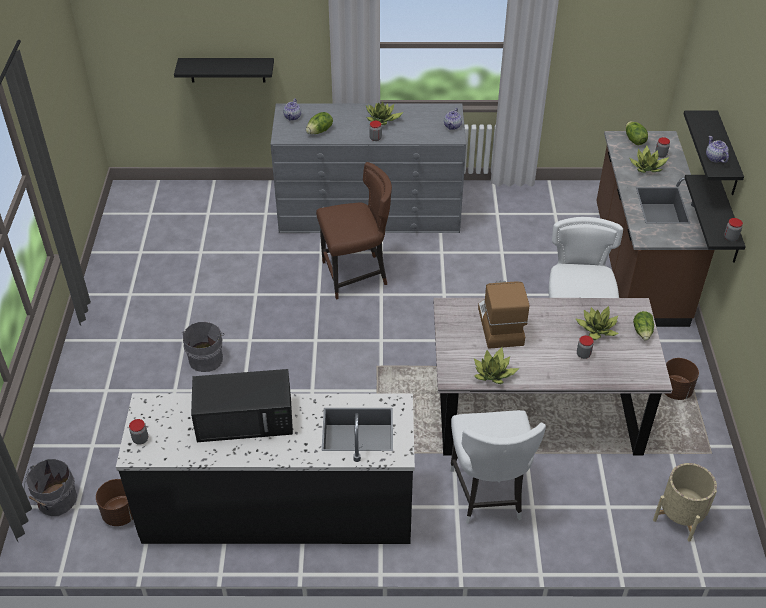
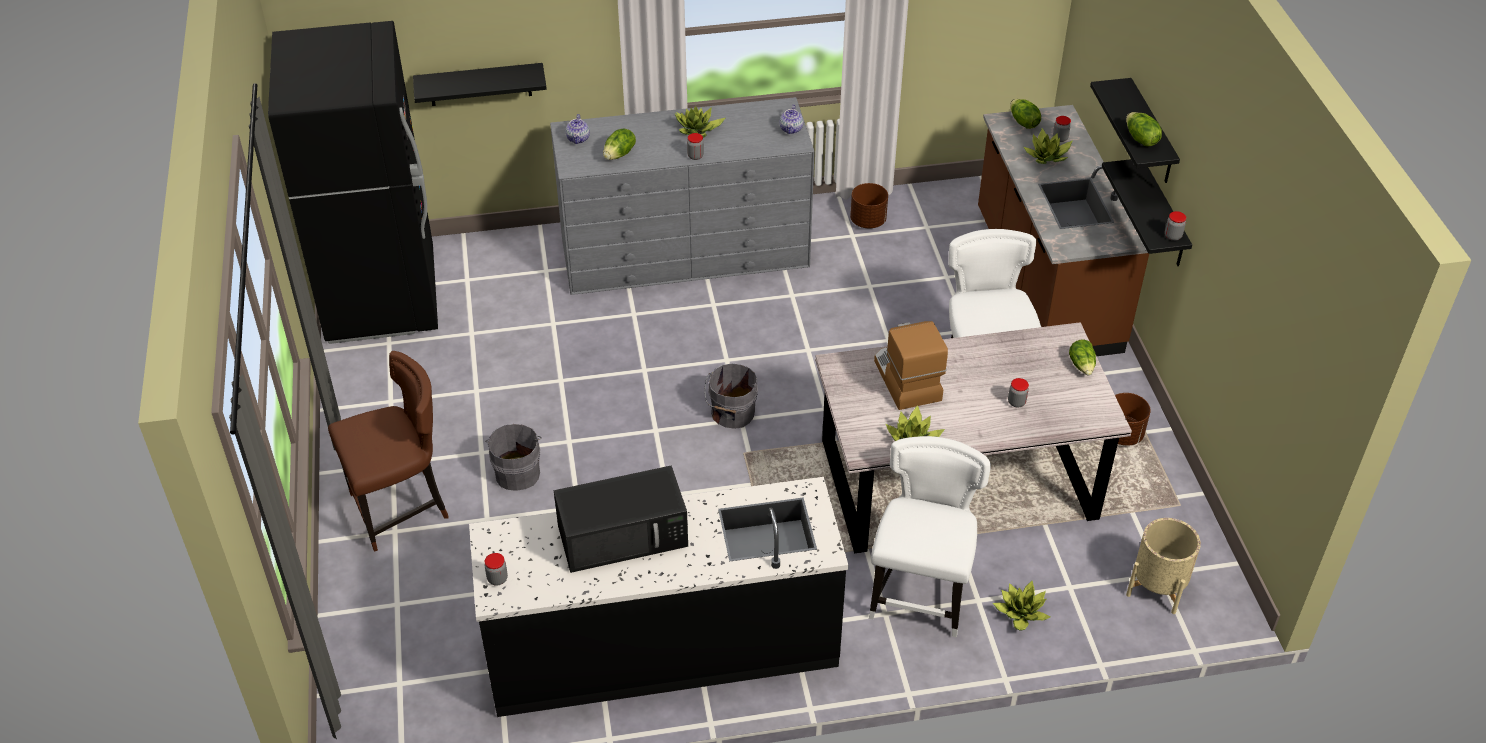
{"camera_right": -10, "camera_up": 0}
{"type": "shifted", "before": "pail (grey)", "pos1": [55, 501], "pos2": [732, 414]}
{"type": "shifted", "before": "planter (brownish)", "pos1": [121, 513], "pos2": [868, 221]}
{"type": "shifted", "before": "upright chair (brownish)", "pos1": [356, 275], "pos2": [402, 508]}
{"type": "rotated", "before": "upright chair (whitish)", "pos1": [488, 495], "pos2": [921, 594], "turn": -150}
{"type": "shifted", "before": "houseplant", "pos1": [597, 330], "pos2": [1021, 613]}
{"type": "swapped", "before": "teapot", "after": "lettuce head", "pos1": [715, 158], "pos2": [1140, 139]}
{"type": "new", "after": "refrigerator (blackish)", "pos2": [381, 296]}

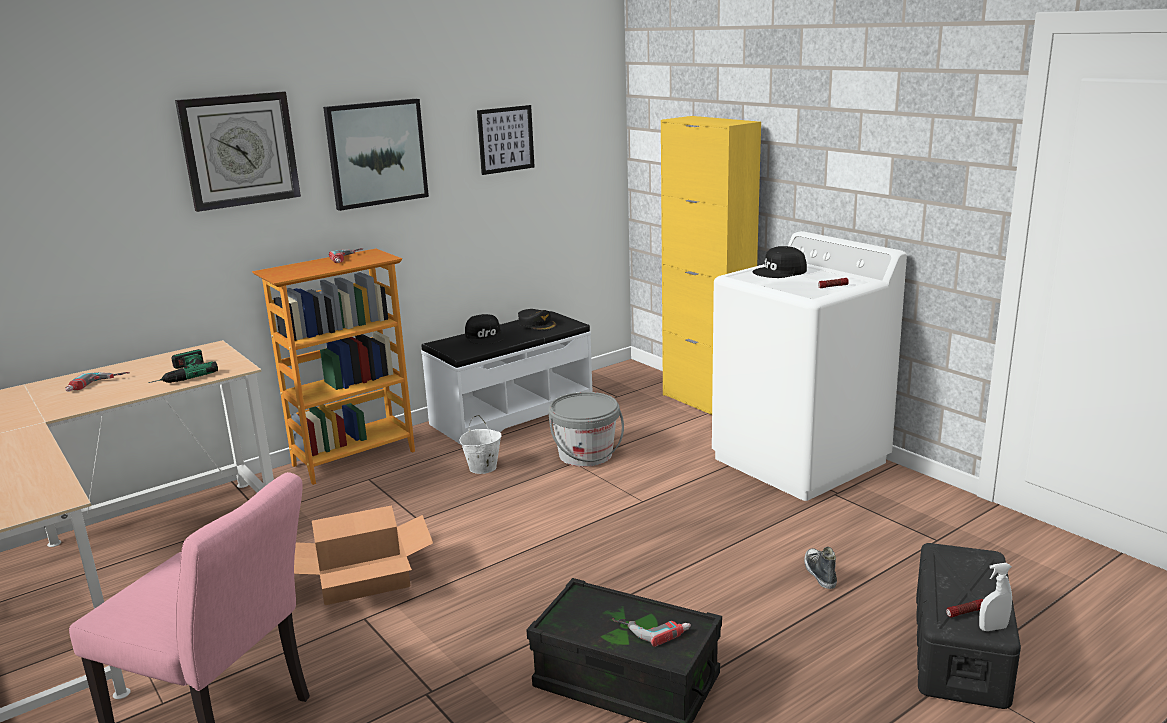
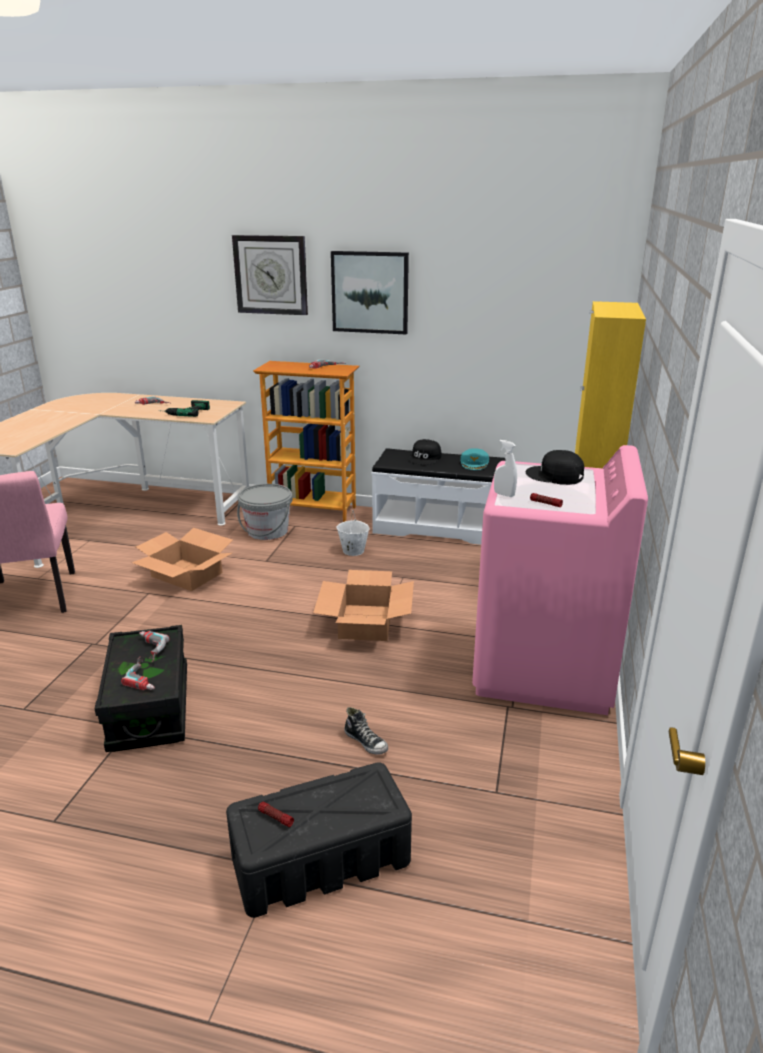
{"camera_right": 50, "camera_up": 5}
{"type": "gone", "before": "picture", "pos1": [505, 139]}
{"type": "repainted", "before": "cap (blackish)", "after": "cap (turquoise-coloured)", "pos1": [537, 324], "pos2": [474, 463]}
{"type": "shifted", "before": "pail (grey)", "pos1": [585, 455], "pos2": [267, 531]}
{"type": "repainted", "before": "washing machine (whitish)", "after": "washing machine (pink)", "pos1": [800, 460], "pos2": [544, 668]}
{"type": "rotated", "before": "item of footwear", "pos1": [819, 573], "pos2": [366, 742], "turn": 90}
{"type": "shifted", "before": "hand sprayer (whitish)", "pos1": [992, 628], "pos2": [504, 494]}
{"type": "new", "after": "power drill", "pos2": [147, 649]}
{"type": "new", "after": "carton", "pos2": [365, 622]}

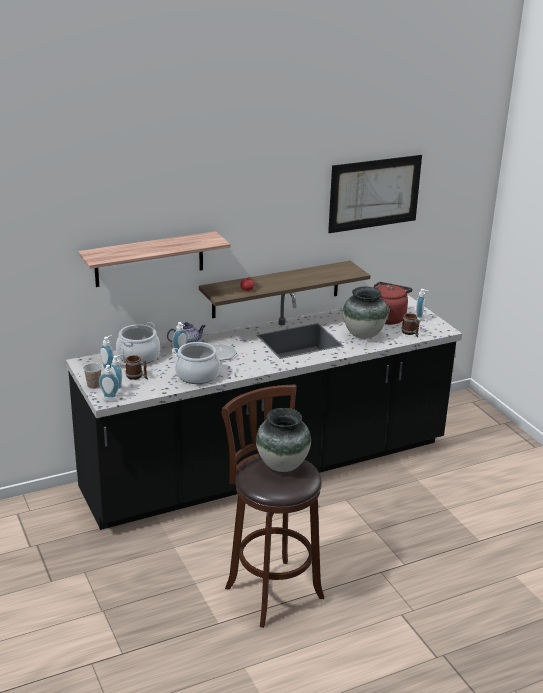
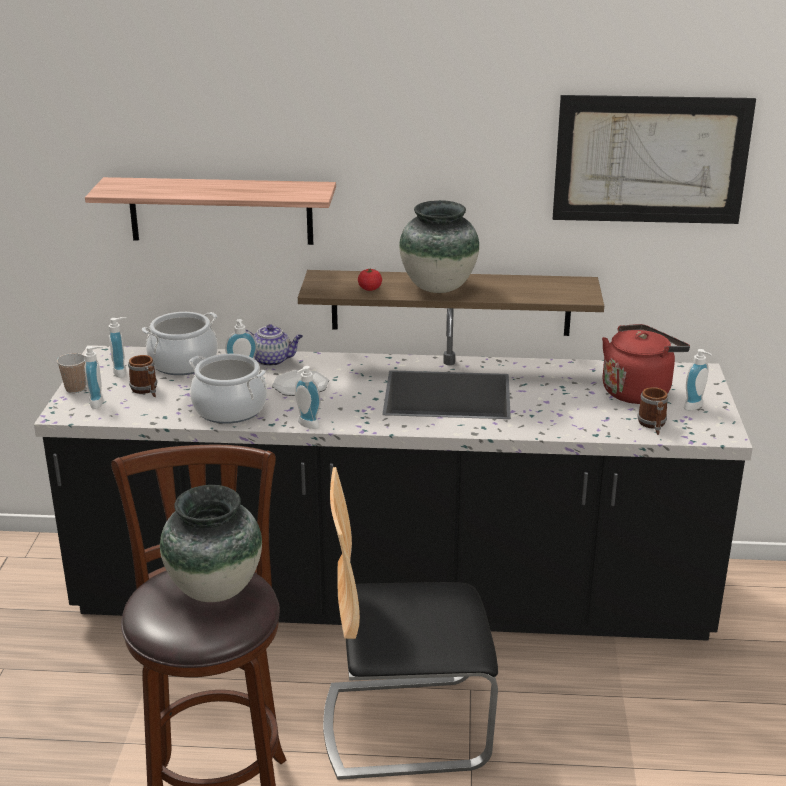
{"camera_right": 30, "camera_up": 0}
{"type": "shifted", "before": "soap dispenser", "pos1": [109, 401], "pos2": [306, 425]}
{"type": "shifted", "before": "flower vase", "pos1": [363, 334], "pos2": [438, 287]}
{"type": "new", "after": "upright chair", "pos2": [405, 725]}

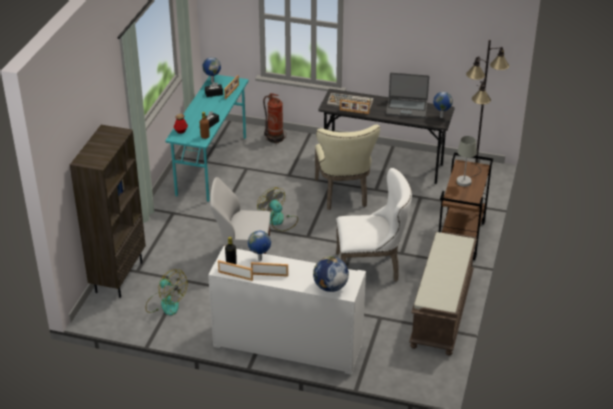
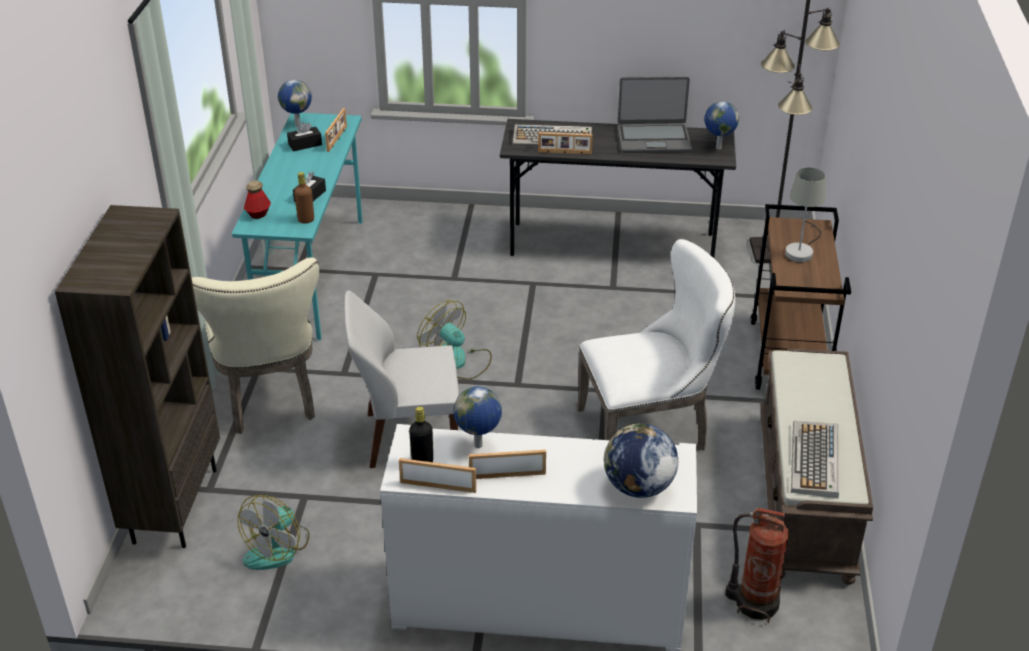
{"camera_right": -10, "camera_up": 0}
{"type": "rotated", "before": "cooling fan", "pos1": [165, 303], "pos2": [278, 548], "turn": 90}
{"type": "shifted", "before": "extinguisher", "pos1": [275, 138], "pos2": [754, 602]}
{"type": "shifted", "before": "upright chair (beige-coloured)", "pos1": [343, 195], "pos2": [269, 399]}
{"type": "new", "after": "keyboard", "pos2": [815, 461]}

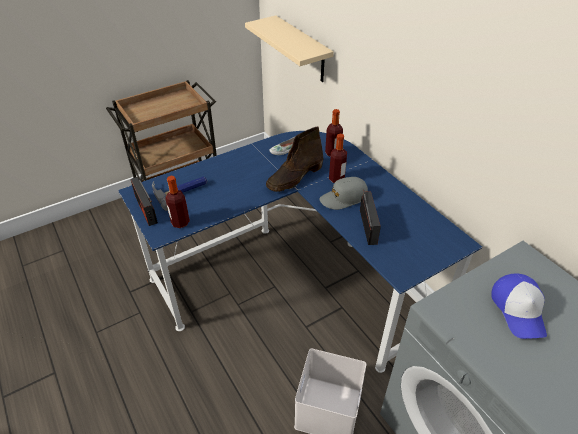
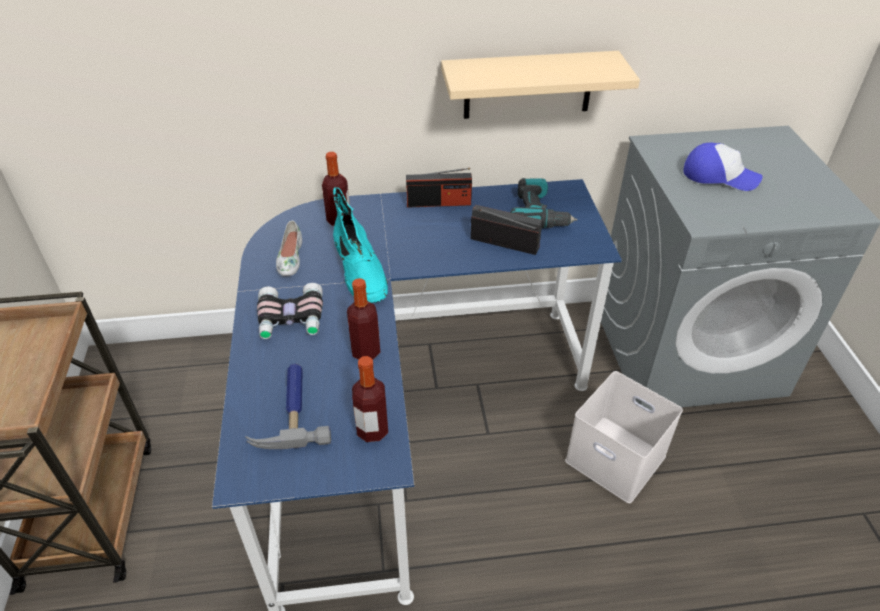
{"camera_right": -65, "camera_up": 0}
{"type": "shifted", "before": "radio", "pos1": [146, 210], "pos2": [439, 203]}
{"type": "shifted", "before": "wall shelf (beige-coloured)", "pos1": [302, 49], "pos2": [528, 85]}
{"type": "repainted", "before": "boot (brownish)", "after": "boot (turquoise-coloured)", "pos1": [294, 177], "pos2": [361, 272]}
{"type": "gone", "before": "cap (grey)", "pos1": [343, 198]}
{"type": "shifted", "before": "drink bottle", "pos1": [336, 179], "pos2": [366, 352]}
{"type": "new", "after": "field glasses", "pos2": [291, 319]}
{"type": "new", "after": "power drill", "pos2": [539, 214]}

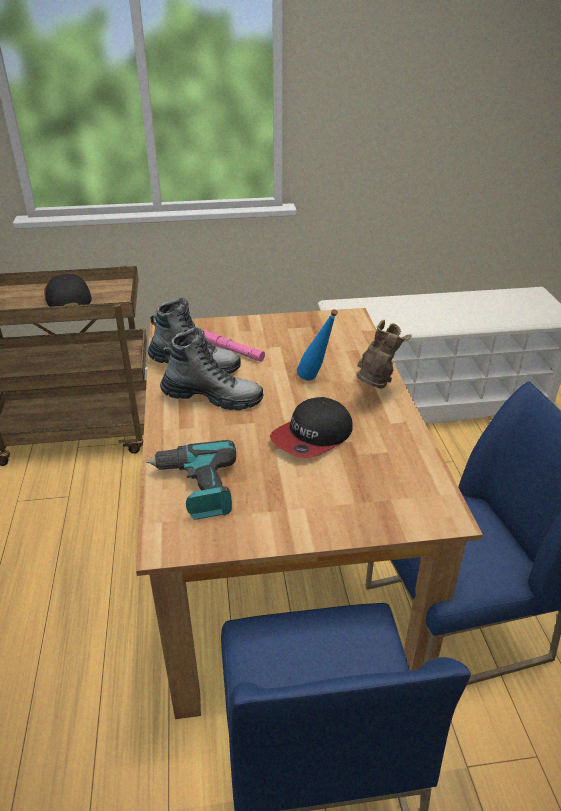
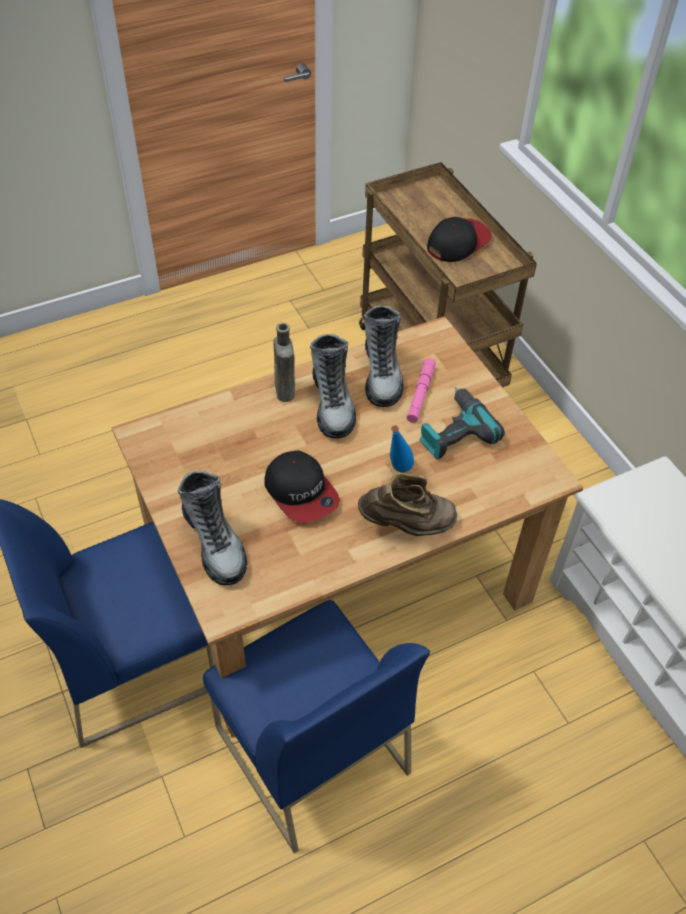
{"camera_right": 70, "camera_up": 15}
{"type": "shifted", "before": "power drill", "pos1": [197, 488], "pos2": [454, 431]}
{"type": "rotated", "before": "cap", "pos1": [312, 436], "pos2": [301, 492], "turn": -150}
{"type": "new", "after": "boot", "pos2": [214, 543]}
{"type": "new", "after": "drink bottle (brownish)", "pos2": [285, 392]}

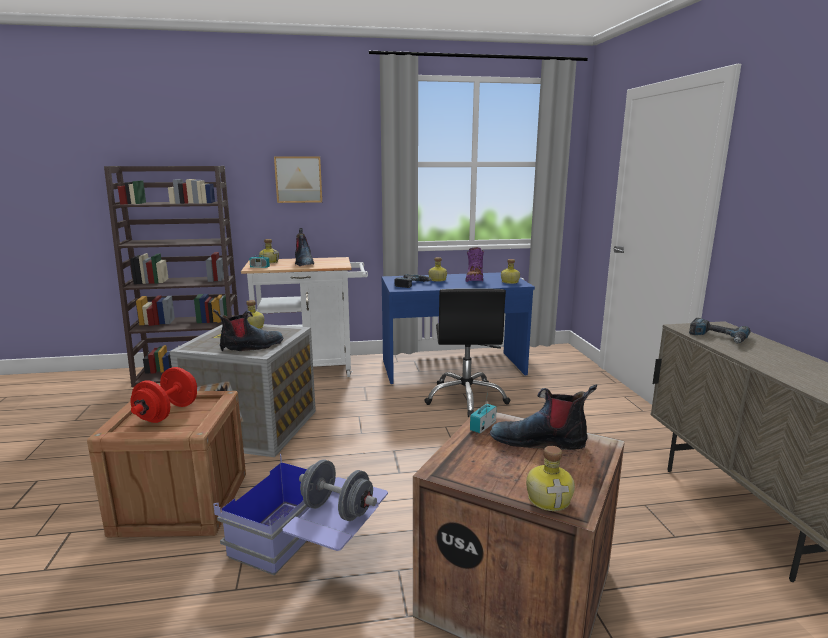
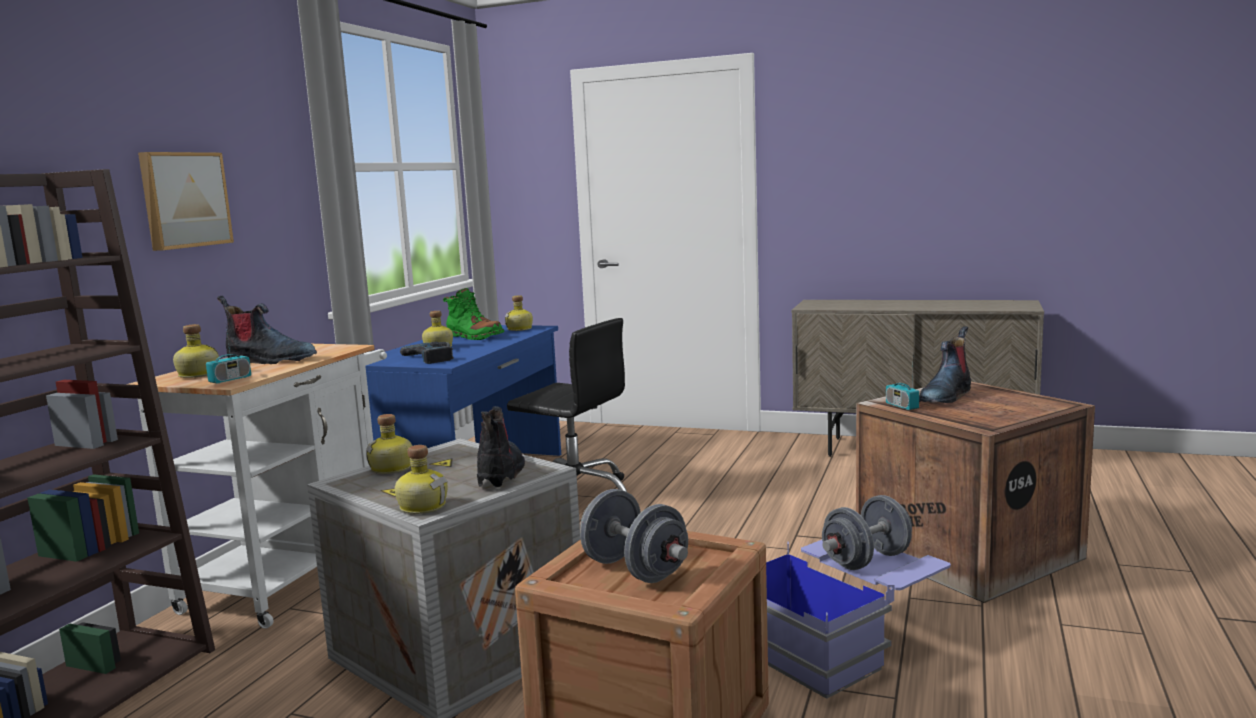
{"camera_right": -60, "camera_up": -5}
{"type": "repainted", "before": "free weight (red)", "after": "free weight (grey)", "pos1": [167, 413], "pos2": [634, 570]}
{"type": "repainted", "before": "boot (purple-coloured)", "after": "boot (greenish)", "pos1": [474, 279], "pos2": [474, 337]}
{"type": "shifted", "before": "drink bottle", "pos1": [549, 499], "pos2": [422, 506]}
{"type": "gone", "before": "power drill", "pos1": [717, 337]}

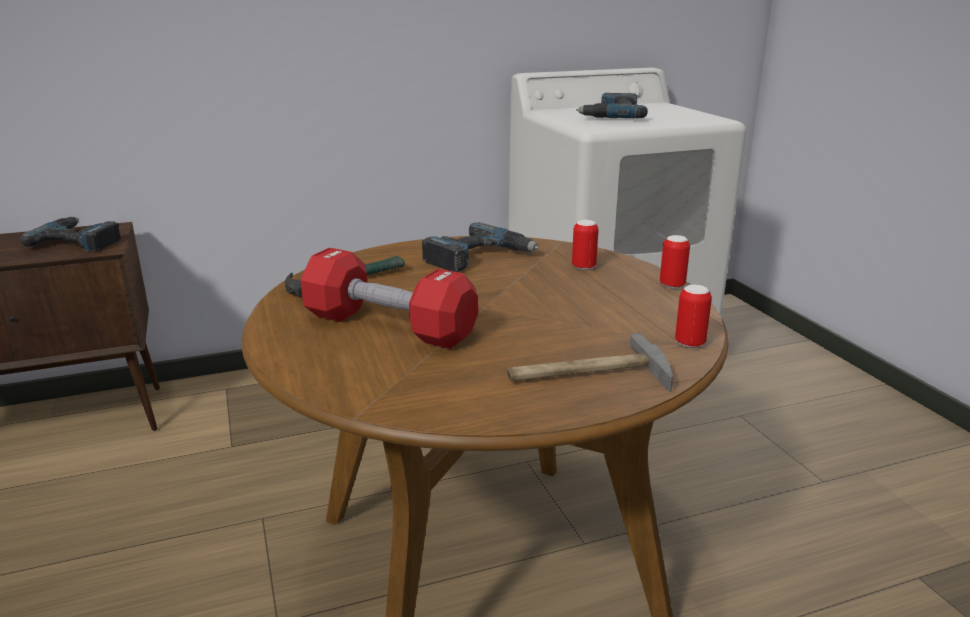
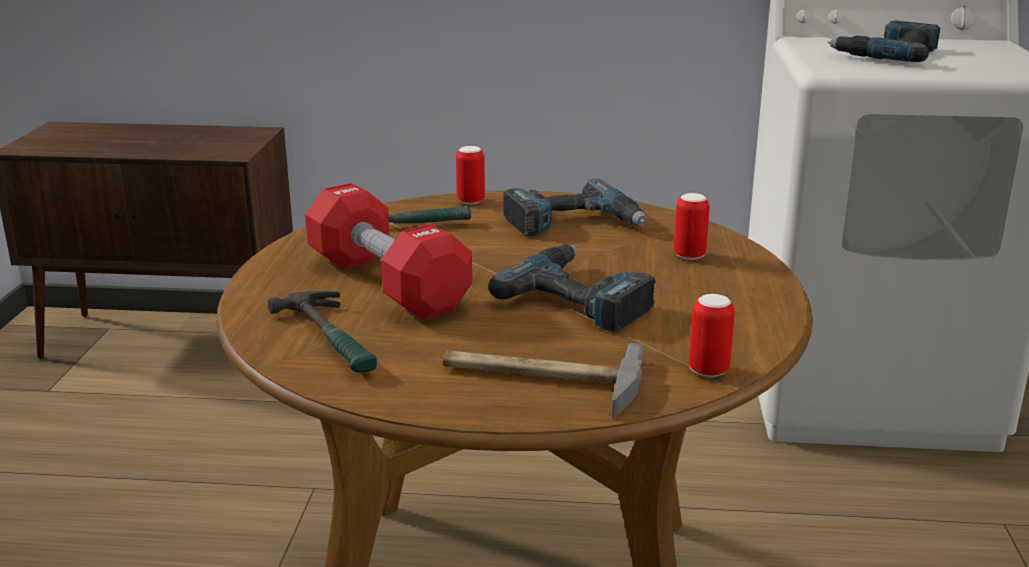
{"camera_right": 25, "camera_up": 0}
{"type": "shifted", "before": "power drill", "pos1": [80, 241], "pos2": [581, 298]}
{"type": "shifted", "before": "sealed can", "pos1": [672, 285], "pos2": [470, 201]}
{"type": "new", "after": "tool hammer", "pos2": [333, 339]}

